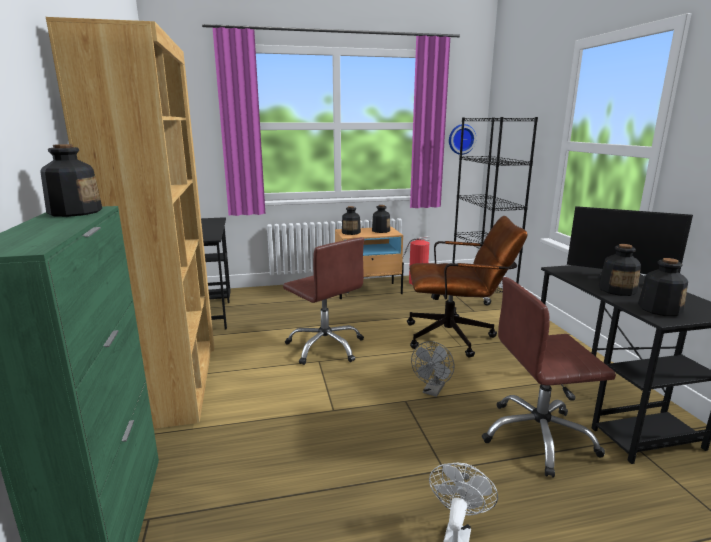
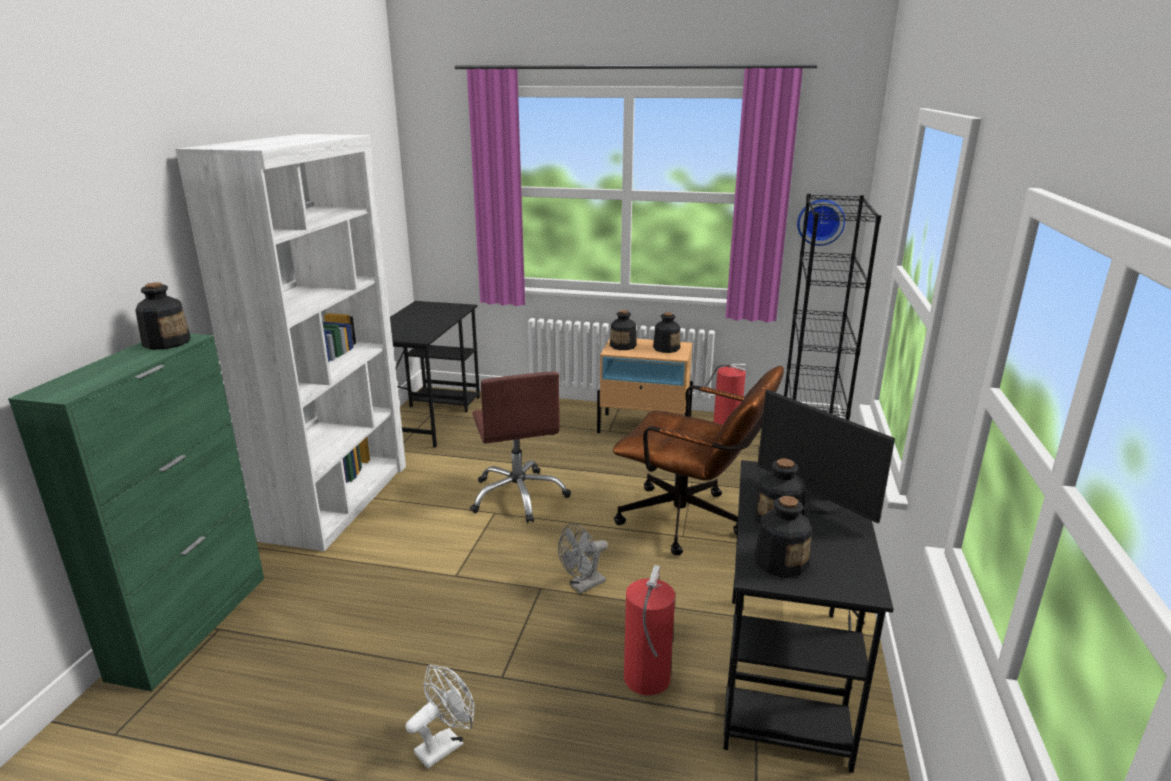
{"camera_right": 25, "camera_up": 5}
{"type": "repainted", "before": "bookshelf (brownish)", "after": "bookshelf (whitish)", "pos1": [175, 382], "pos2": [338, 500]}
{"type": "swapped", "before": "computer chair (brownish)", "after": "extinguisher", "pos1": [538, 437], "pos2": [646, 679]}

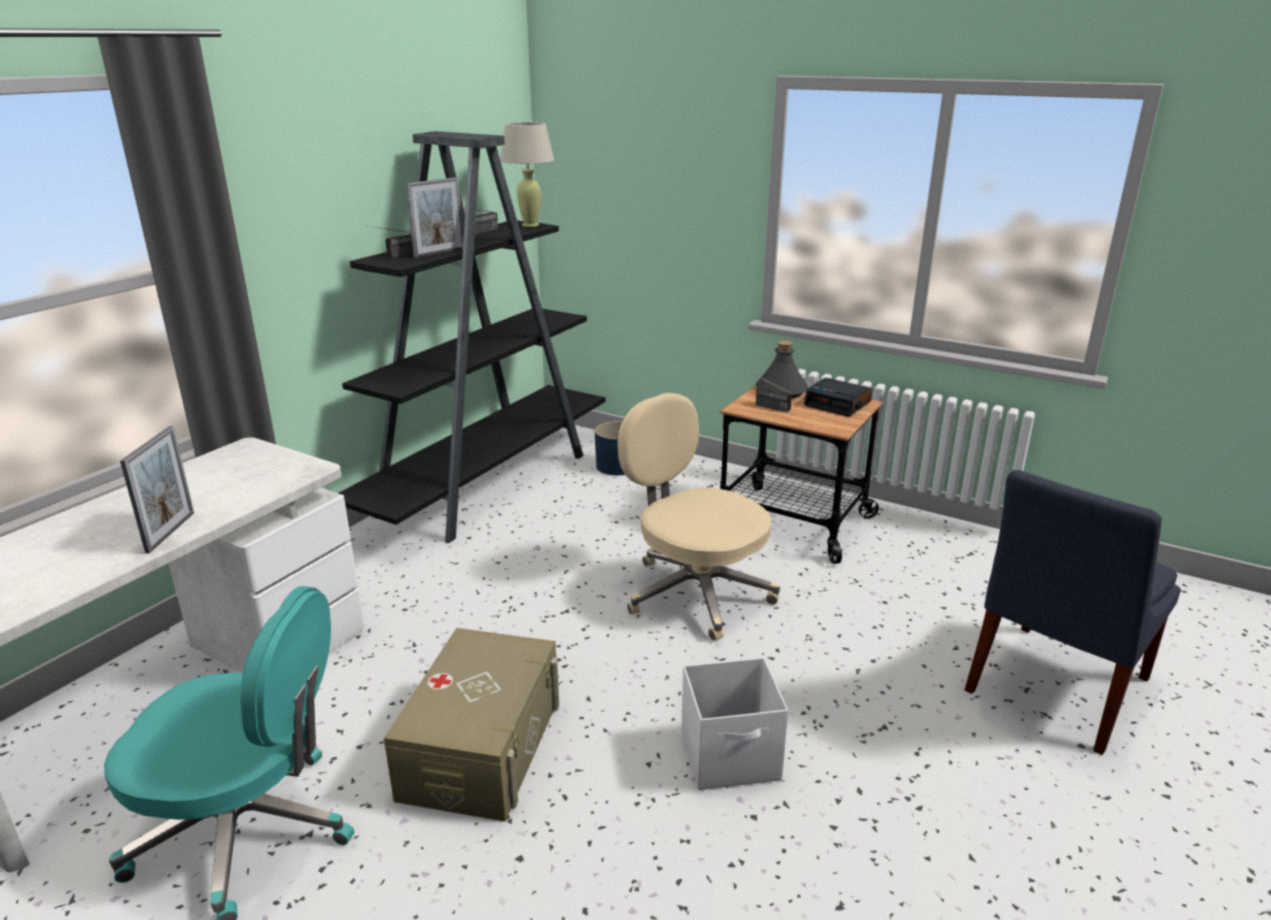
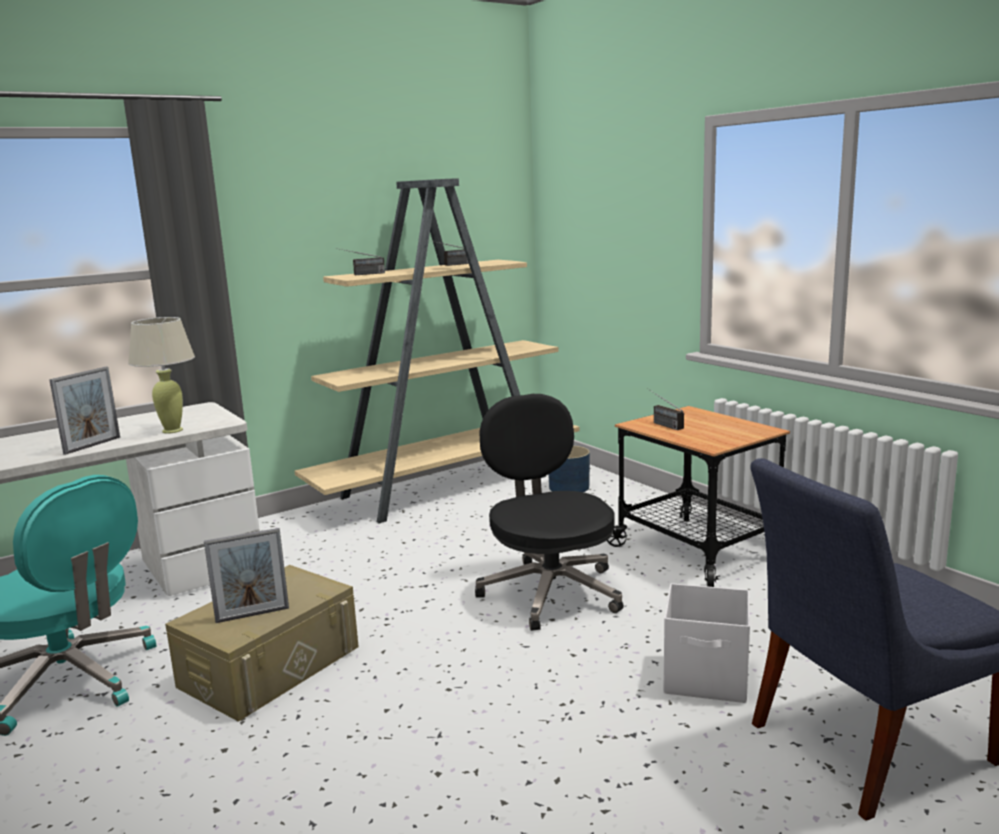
{"camera_right": 25, "camera_up": -10}
{"type": "repainted", "before": "bookshelf (blackish)", "after": "bookshelf (beige-coloured)", "pos1": [487, 483], "pos2": [448, 486]}
{"type": "shifted", "before": "photo frame", "pos1": [439, 253], "pos2": [252, 615]}
{"type": "shifted", "before": "table lamp (beige-coloured)", "pos1": [530, 225], "pos2": [172, 430]}
{"type": "repainted", "before": "computer chair (beige-coloured)", "after": "computer chair (blackish)", "pos1": [695, 592], "pos2": [550, 591]}
{"type": "shifted", "before": "storage box (whitish)", "pos1": [731, 757], "pos2": [707, 678]}
{"type": "gone", "before": "drink bottle (grey)", "pos1": [781, 391]}
{"type": "gone", "before": "alarm clock", "pos1": [838, 404]}

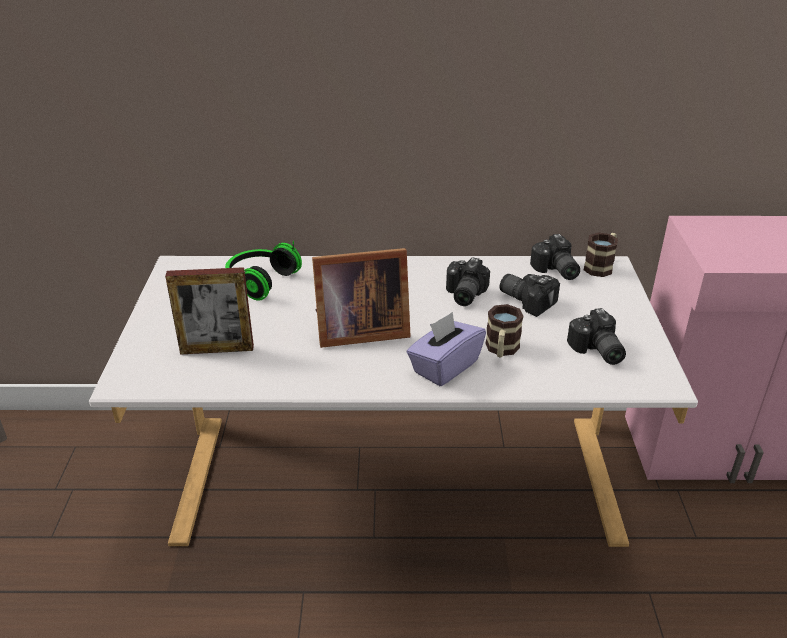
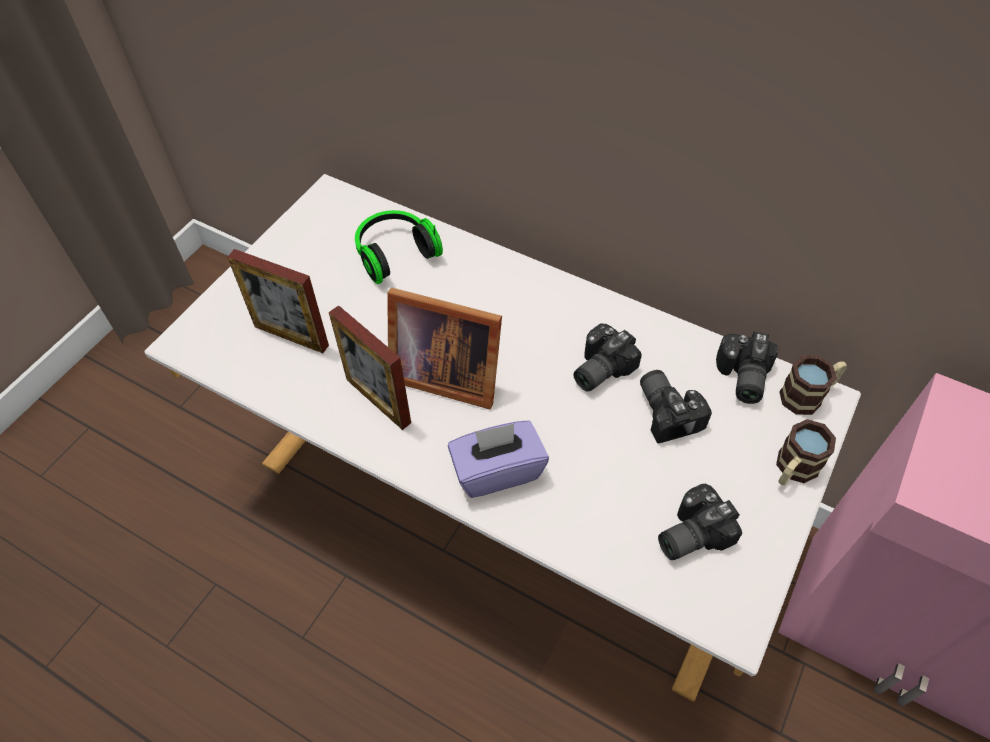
{"camera_right": 30, "camera_up": 20}
{"type": "shifted", "before": "coffee mug", "pos1": [501, 350], "pos2": [792, 470]}
{"type": "rotated", "before": "photo camera", "pos1": [596, 351], "pos2": [689, 532], "turn": 45}
{"type": "new", "after": "photo frame", "pos2": [378, 401]}

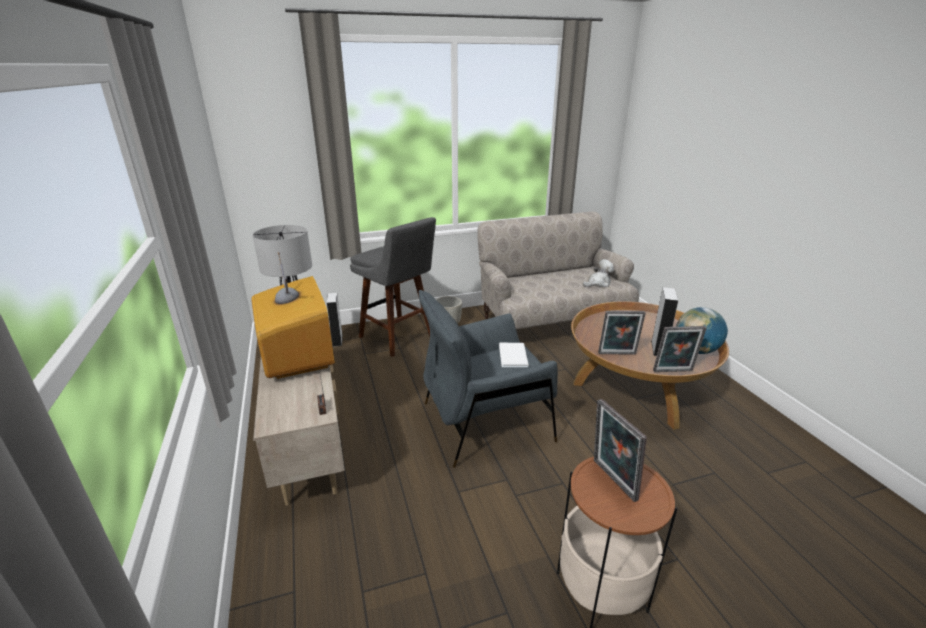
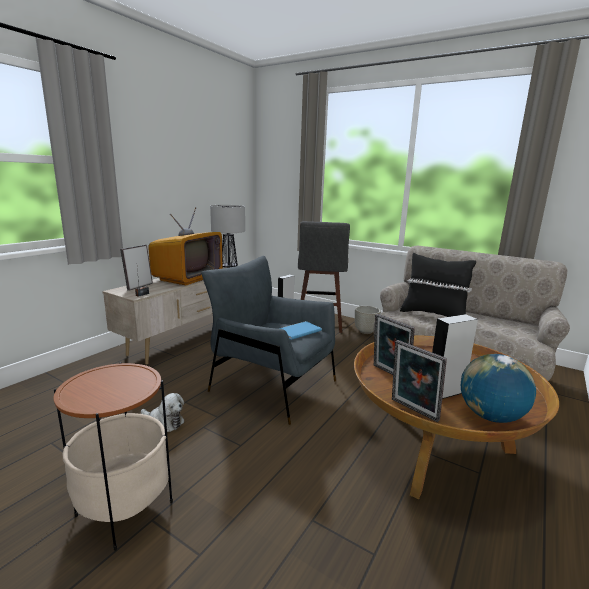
{"camera_right": 50, "camera_up": -10}
{"type": "repainted", "before": "book (whitish)", "after": "book (blue-coloured)", "pos1": [512, 356], "pos2": [297, 331]}
{"type": "shifted", "before": "soft toy", "pos1": [598, 283], "pos2": [164, 422]}
{"type": "shifted", "before": "photo frame", "pos1": [611, 480], "pos2": [138, 286]}
{"type": "new", "after": "cushion (blackish)", "pos2": [433, 315]}

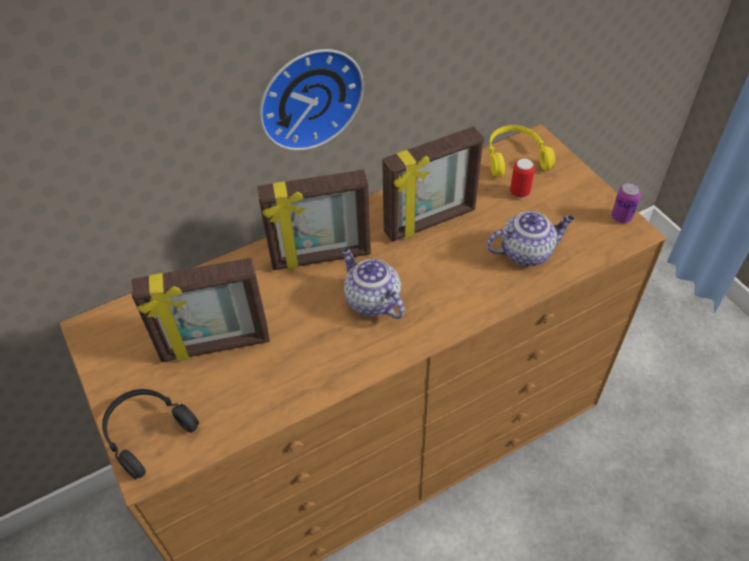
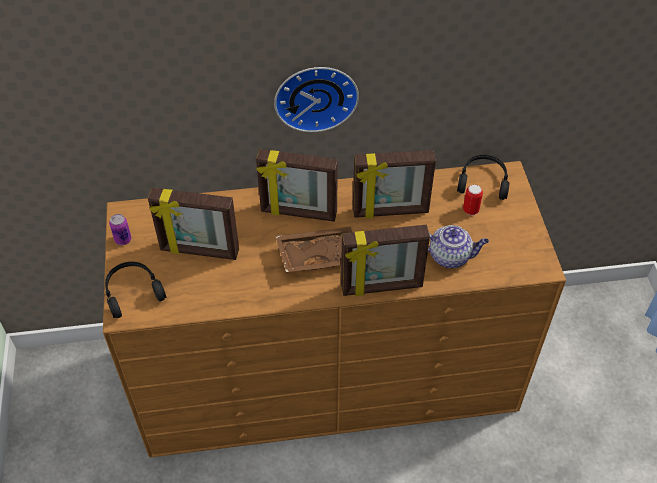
{"camera_right": 20, "camera_up": 0}
{"type": "swapped", "before": "teapot", "after": "carrying tray (brownish)", "pos1": [371, 301], "pos2": [318, 255]}
{"type": "repainted", "before": "pair of headphones (yellow)", "after": "pair of headphones (blackish)", "pos1": [515, 157], "pos2": [483, 181]}
{"type": "shifted", "before": "sealed can", "pos1": [621, 217], "pos2": [123, 240]}
{"type": "new", "after": "photo frame", "pos2": [382, 287]}

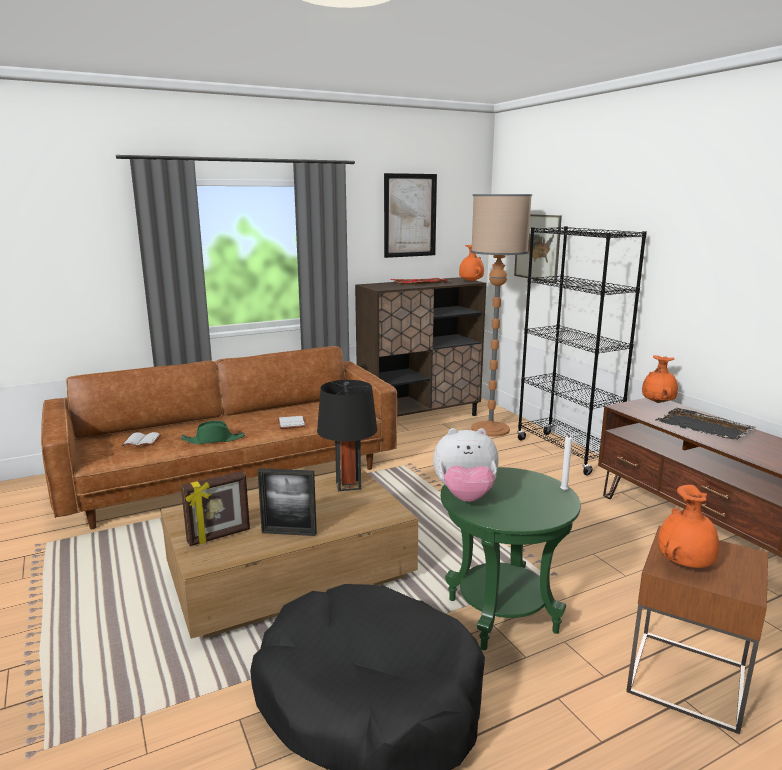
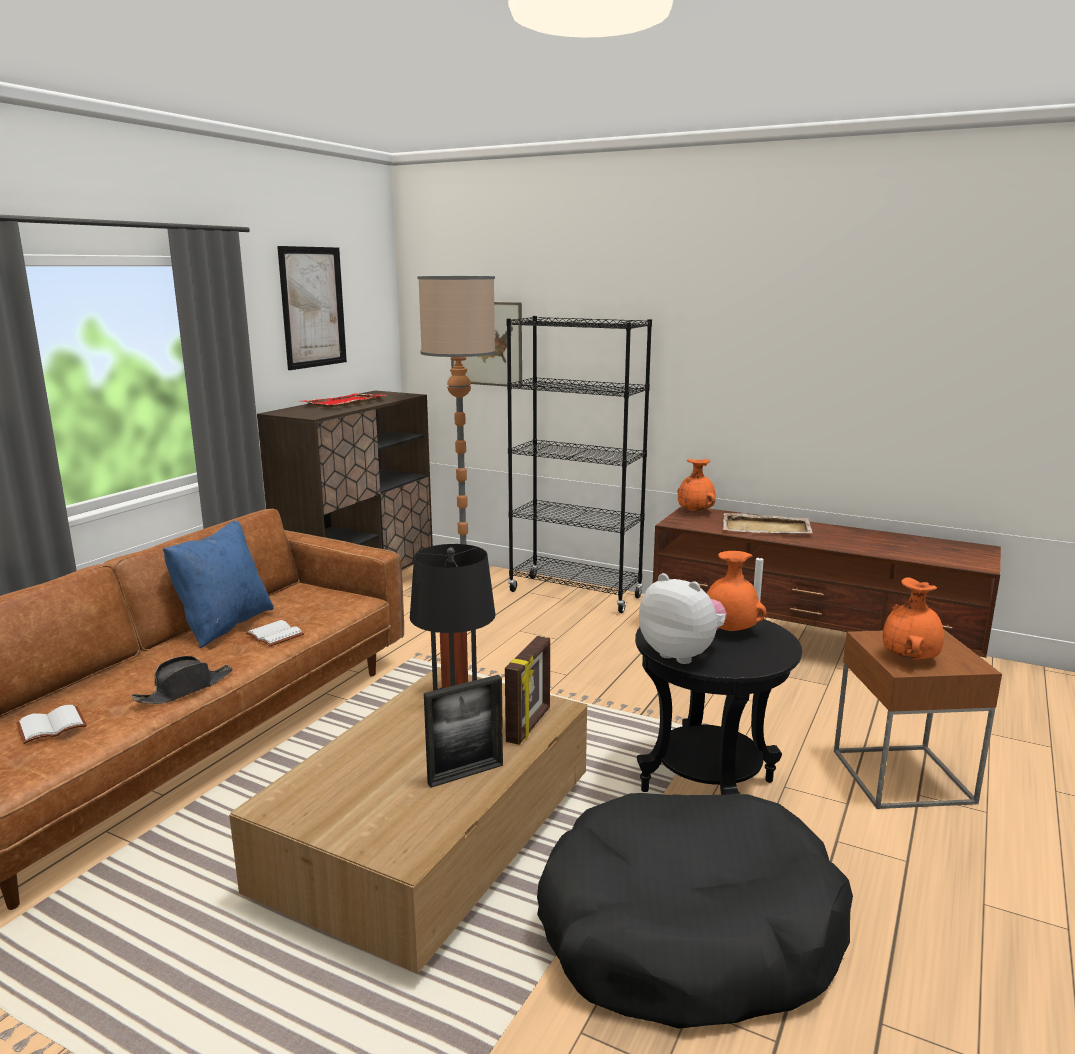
{"camera_right": -35, "camera_up": 0}
{"type": "repainted", "before": "hat (greenish)", "after": "hat (blackish)", "pos1": [213, 440], "pos2": [185, 689]}
{"type": "shifted", "before": "photo frame", "pos1": [219, 536], "pos2": [529, 725]}
{"type": "rotated", "before": "soft toy", "pos1": [465, 496], "pos2": [681, 654], "turn": -105}
{"type": "repainted", "before": "end table (greenish)", "after": "end table (blackish)", "pos1": [502, 616], "pos2": [707, 786]}
{"type": "shifted", "before": "flower vase (orange)", "pos1": [470, 281], "pos2": [729, 631]}
{"type": "repainted", "before": "carrying tray (blackish)", "after": "carrying tray (beige-coloured)", "pos1": [704, 427], "pos2": [767, 528]}
{"type": "new", "after": "cushion (blue-coloured)", "pos2": [224, 625]}

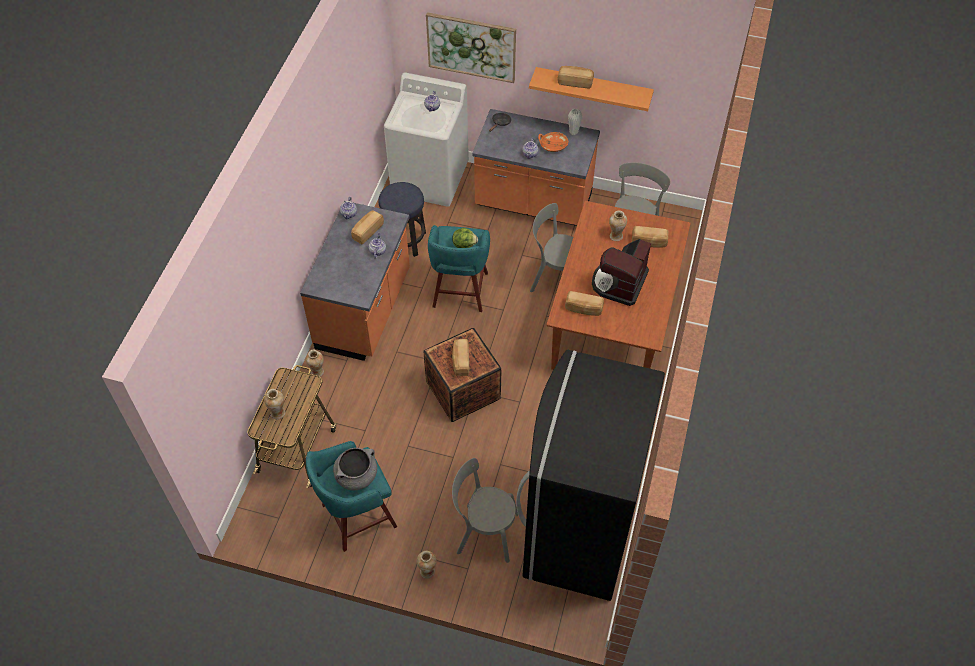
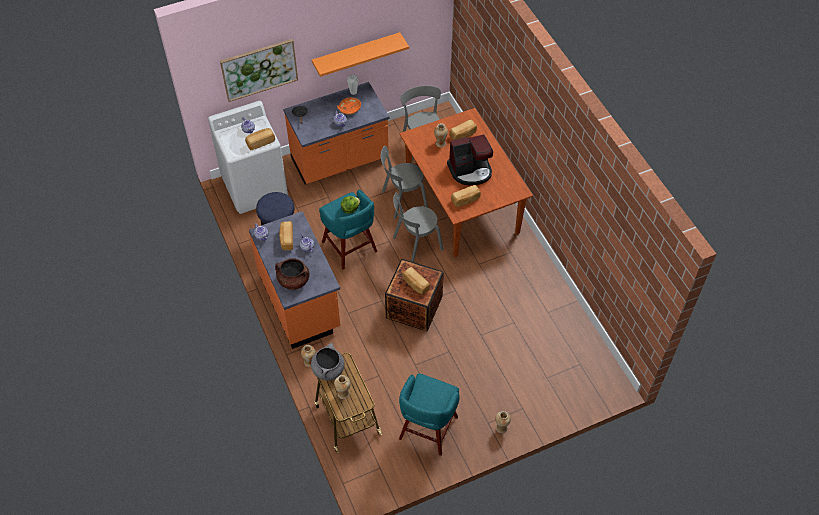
{"camera_right": -40, "camera_up": 0}
{"type": "shifted", "before": "cooking pot (grey)", "pos1": [356, 476], "pos2": [328, 369]}
{"type": "shifted", "before": "upright chair (grey)", "pos1": [484, 532], "pos2": [415, 245]}
{"type": "gone", "before": "refrigerator (blackish)", "pos1": [578, 531]}
{"type": "shifted", "before": "bread", "pos1": [575, 82], "pos2": [260, 142]}
{"type": "rotated", "before": "coffee maker", "pos1": [619, 283], "pos2": [470, 171], "turn": -90}
{"type": "new", "after": "cooking pot (brownish)", "pos2": [293, 281]}

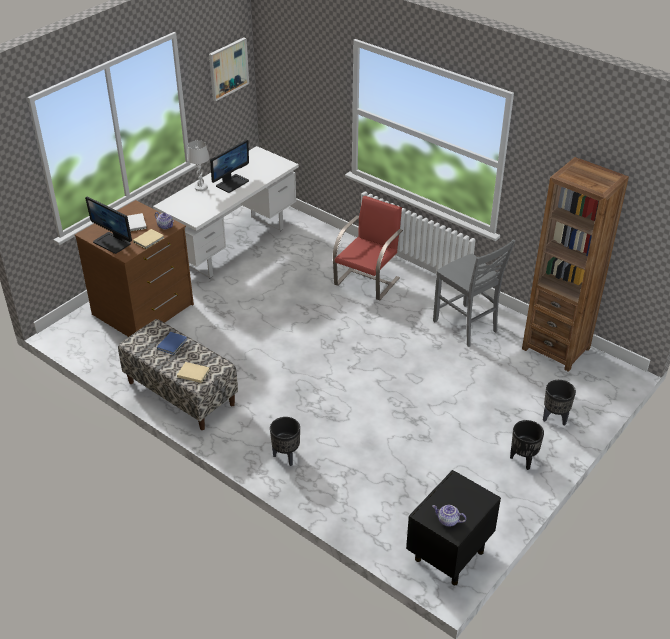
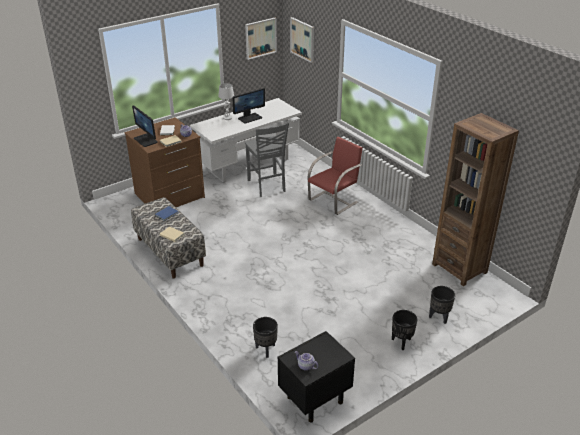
{"camera_right": 15, "camera_up": -5}
{"type": "shifted", "before": "planter (blackish)", "pos1": [286, 456], "pos2": [265, 349]}
{"type": "shifted", "before": "upright chair (grey)", "pos1": [466, 326], "pos2": [267, 186]}
{"type": "new", "after": "picture", "pos2": [302, 39]}

